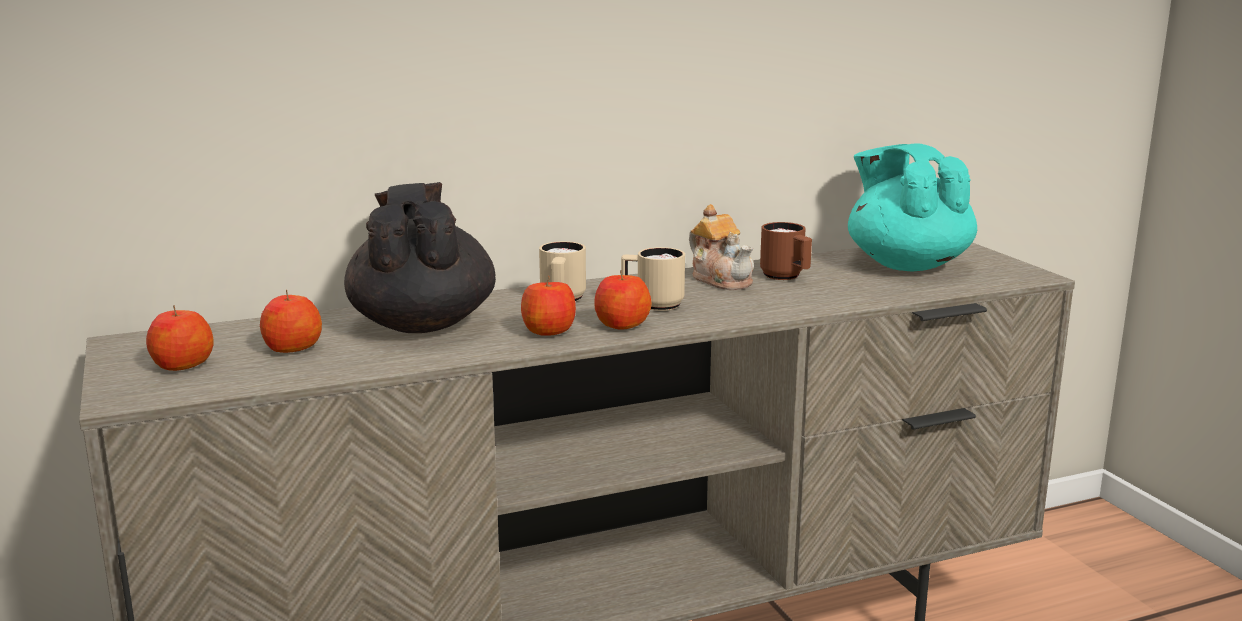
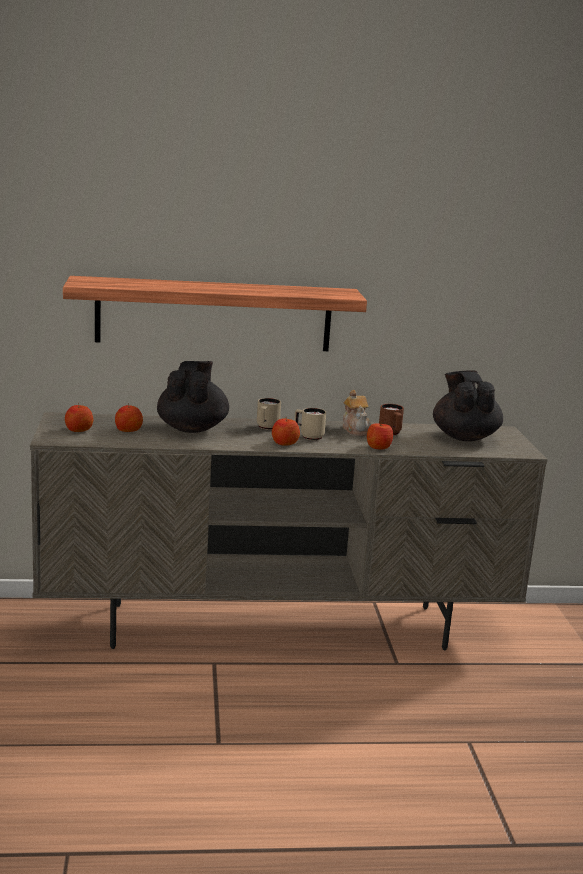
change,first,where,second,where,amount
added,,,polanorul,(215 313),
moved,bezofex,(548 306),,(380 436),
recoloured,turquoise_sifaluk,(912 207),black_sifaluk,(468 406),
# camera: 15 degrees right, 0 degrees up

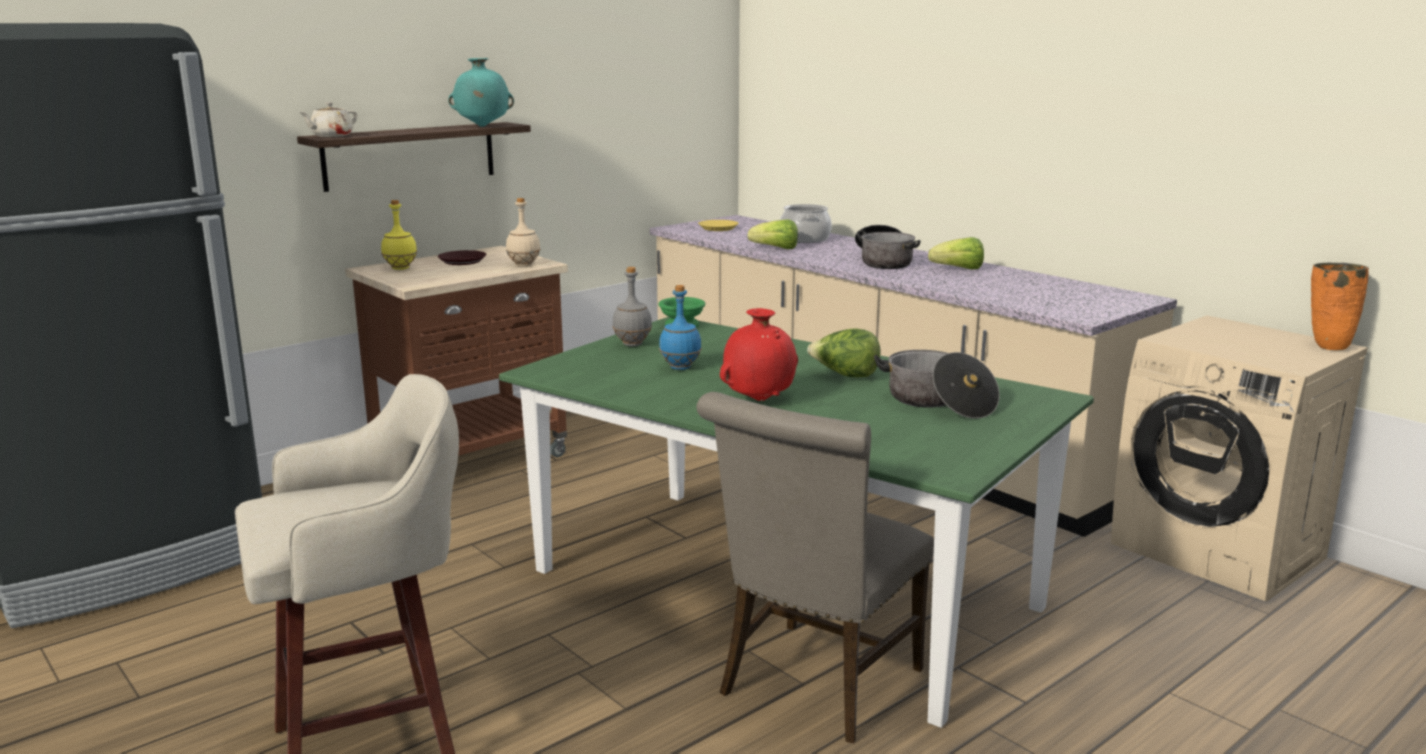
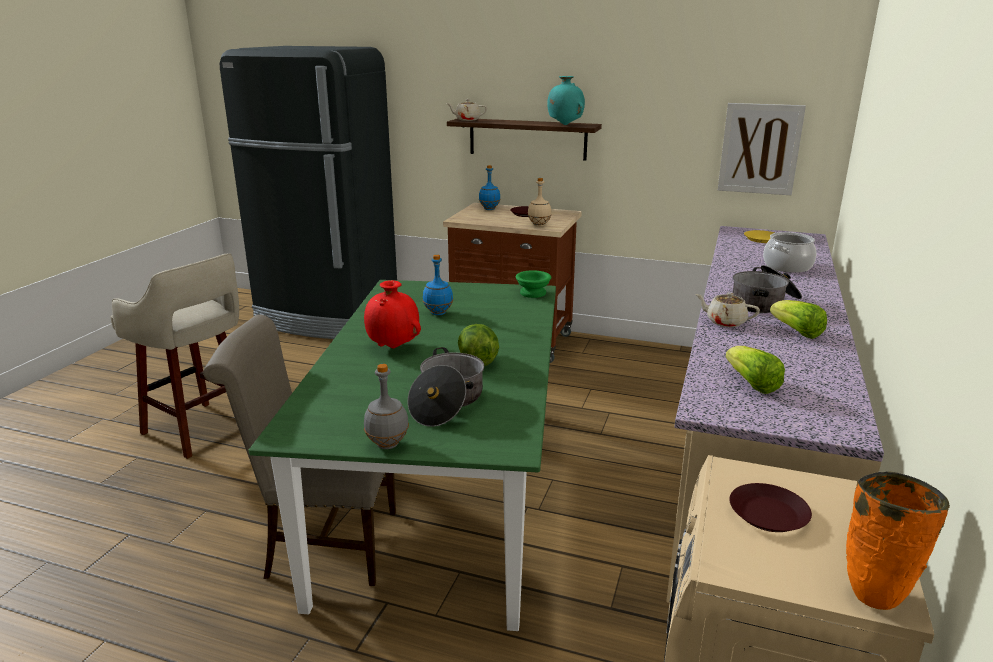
change,first,where,second,where,amount
moved,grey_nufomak,(632 306),,(386 406),
recoloured,yellow_nufomak,(399 235),blue_nufomak,(490 187),
added,,,beige_sifaluk,(727 309),
added,,,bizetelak,(762 149),
moved,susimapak,(773 234),,(755 370),
added,,,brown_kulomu,(770 507),
# camera: 60 degrees right, 5 degrees up

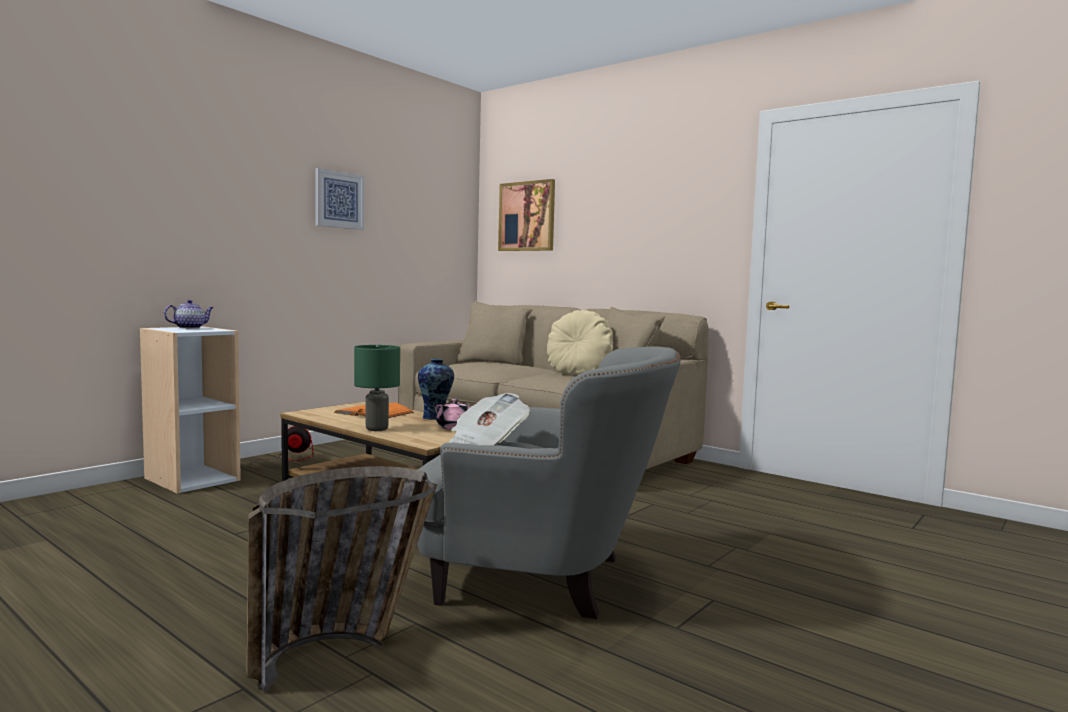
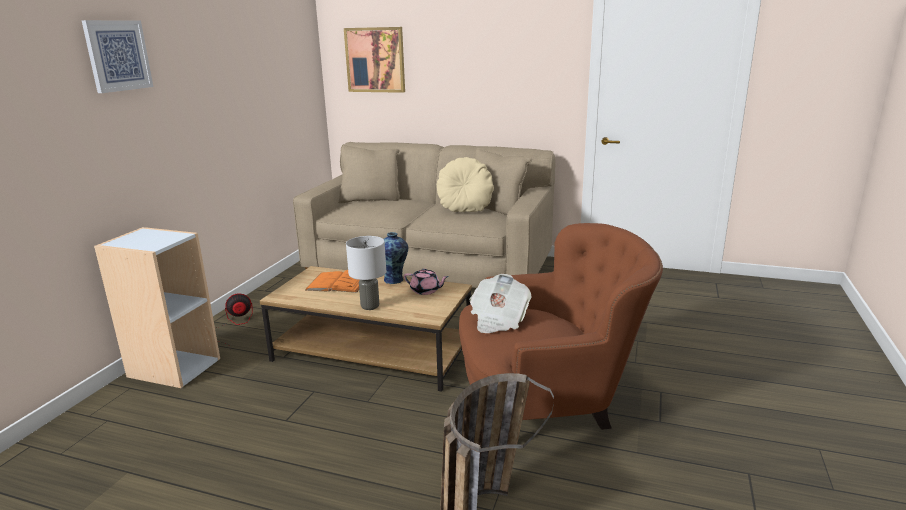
change,first,where,second,where,amount
moved,bizetelak,(339 199),,(117 56),
recoloured,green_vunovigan,(377 388),white_vunovigan,(366 273),
recoloured,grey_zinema,(549 482),brown_zinema,(561 326),
removed,sifaluk,(189 314),,,
# camera: 20 degrees left, 15 degrees up

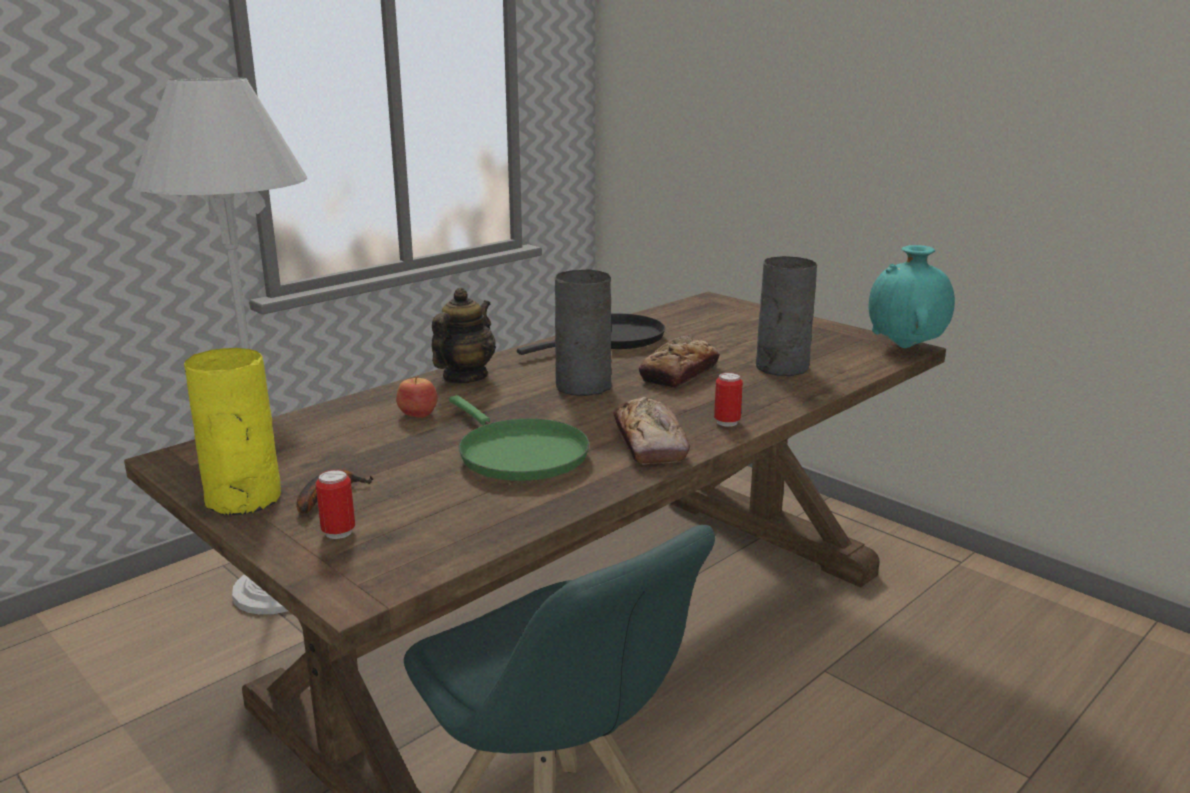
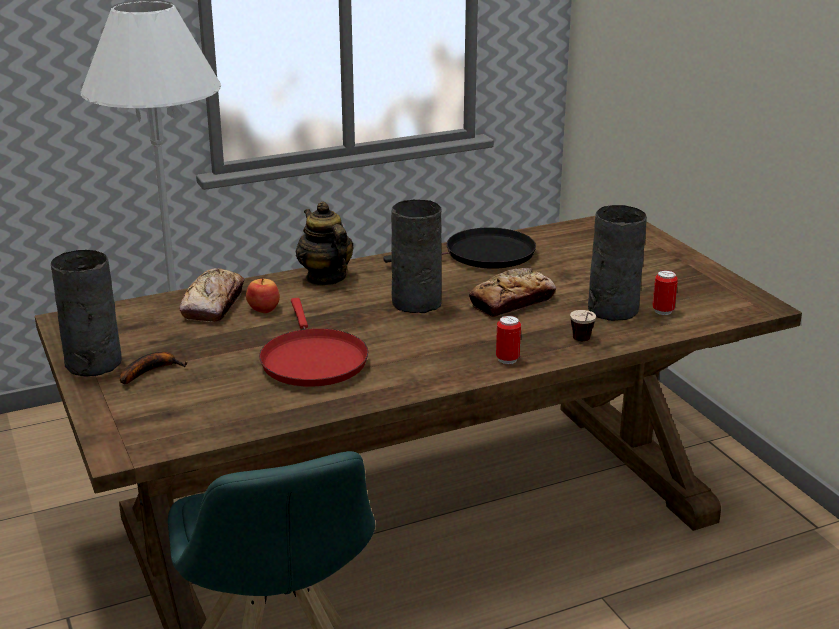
change,first,where,second,where,amount
recoloured,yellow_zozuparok,(232 431),grey_zozuparok,(86 313),
moved,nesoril,(651 431),,(211 295),
recoloured,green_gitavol,(519 438),red_gitavol,(313 342),
turned,sifaluk,(464 335),,(325 243),75 degrees counterclockwise
added,,,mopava,(583 325),
moved,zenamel,(335 504),,(665 292),
removed,turquoise_zozuparok,(912 296),,,
# camera: 20 degrees right, 5 degrees up

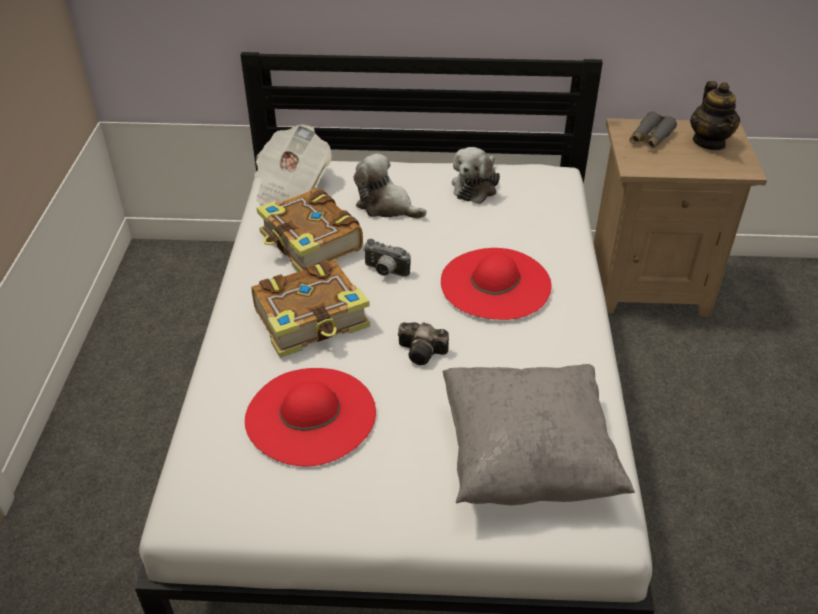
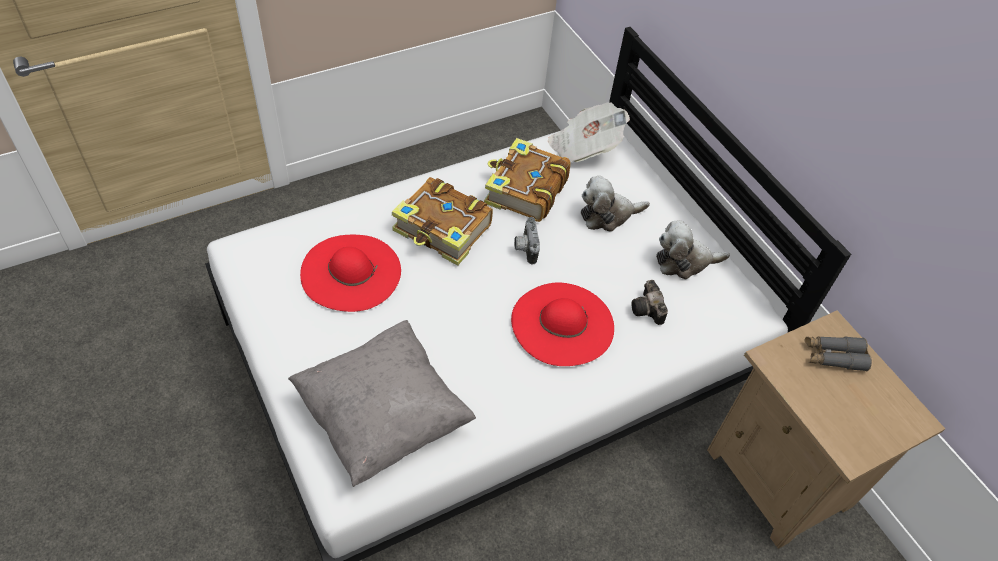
change,first,where,second,where,amount
turned,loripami,(389 186),,(615 204),105 degrees counterclockwise
moved,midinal,(423 343),,(650 302),
removed,sifaluk,(715 115),,,
# camera: 55 degrees right, 10 degrees up

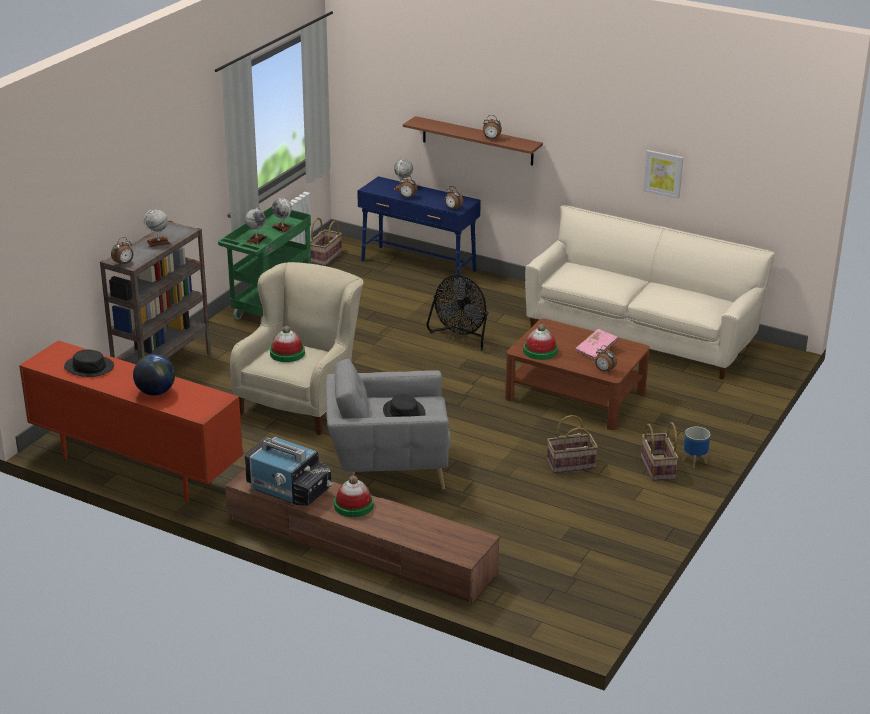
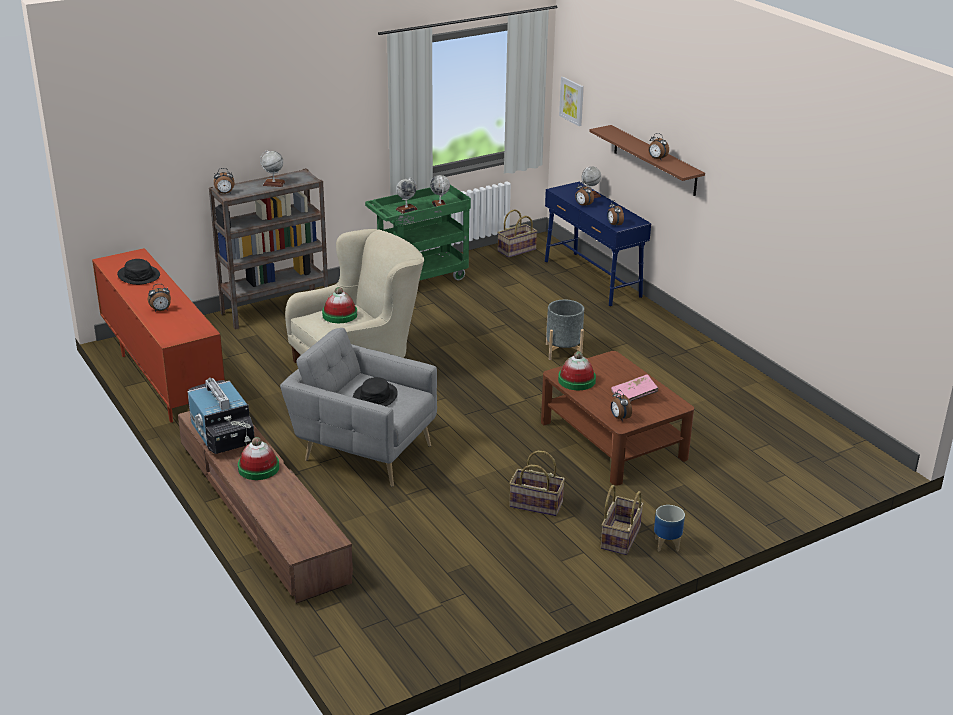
change,first,where,second,where,amount
replaced,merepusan,(154 375),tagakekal,(159 298),
replaced,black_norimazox,(458 313),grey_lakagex,(565 330),
moved,bizetelak,(663 174),,(571 101),
removed,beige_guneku,(650 292),,,
# camera: 30 degrees right, 0 degrees up

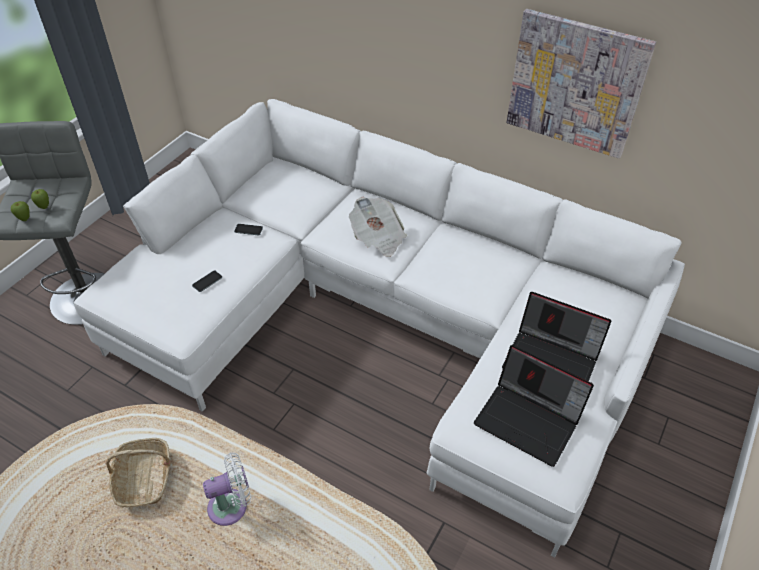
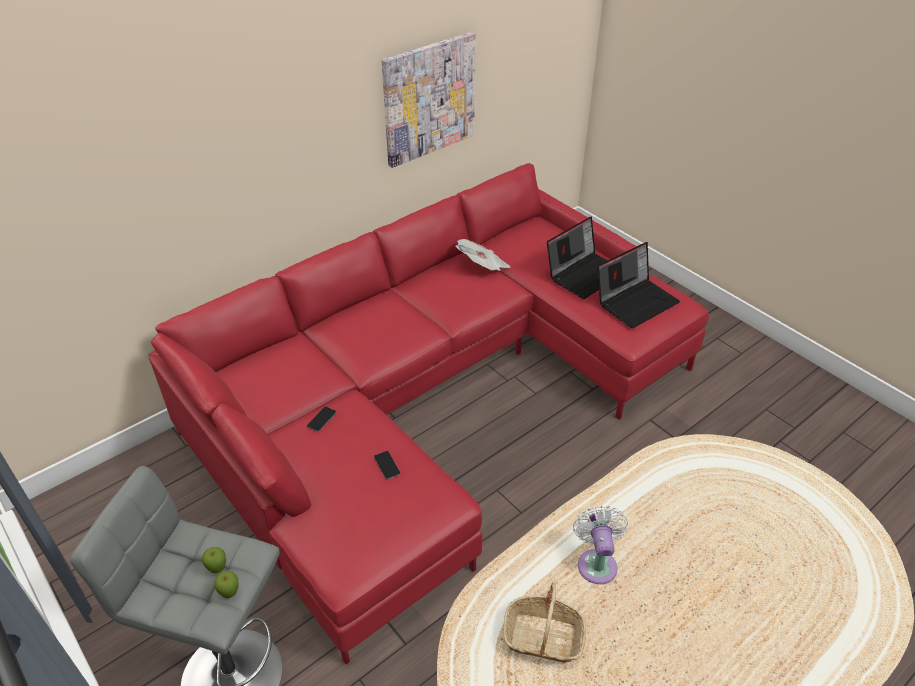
change,first,where,second,where,amount
recoloured,white_guneku,(379 328),red_guneku,(428 414),
moved,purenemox,(378 227),,(483 255),
# camera: 70 degrees left, 5 degrees down

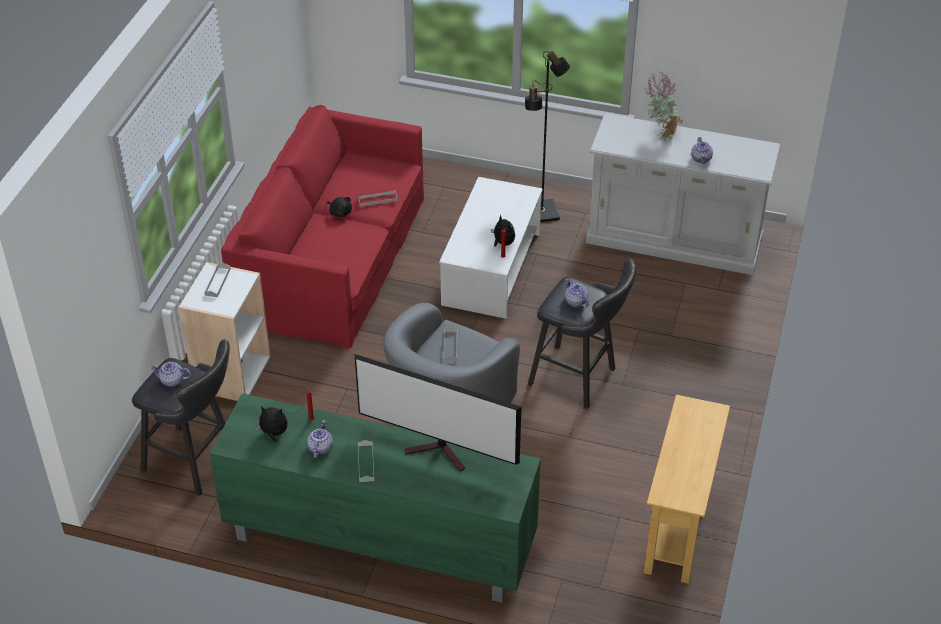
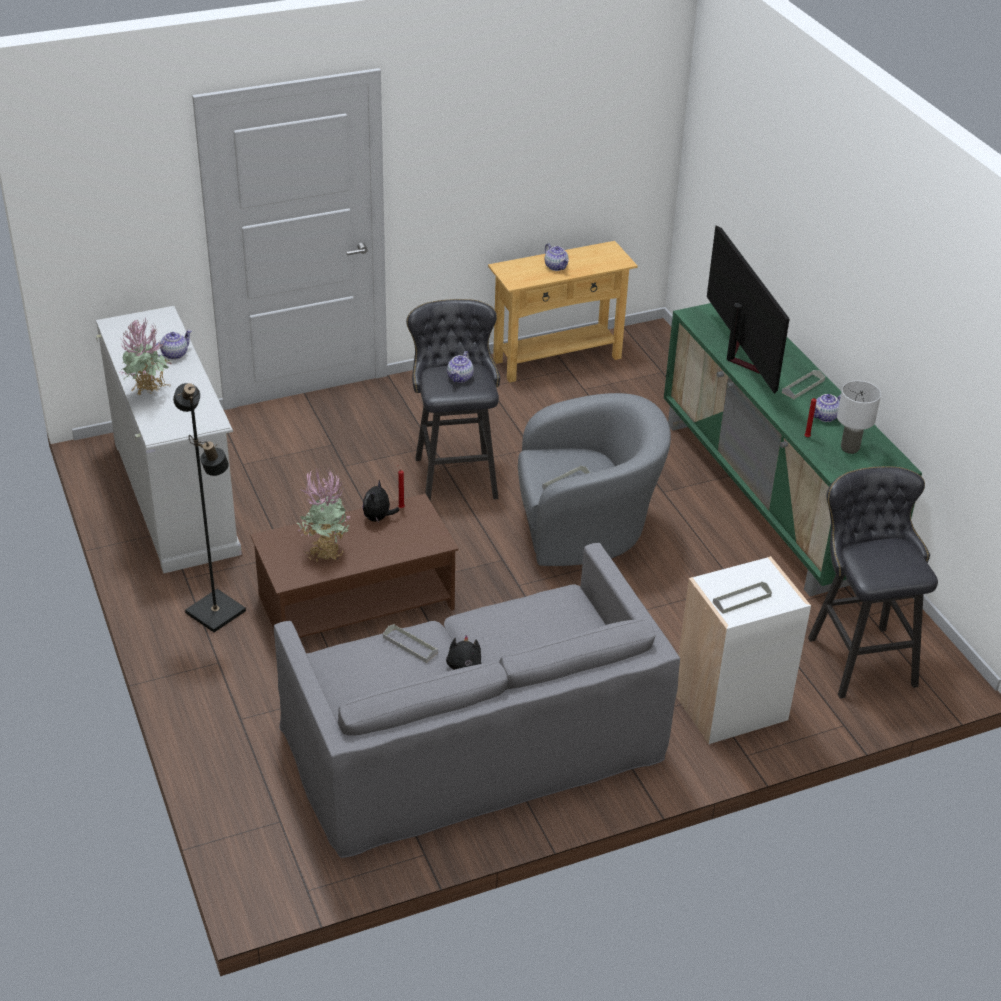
change,first,where,second,where,amount
recoloured,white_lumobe,(491 248),brown_lumobe,(354 566),
recoloured,red_guneku,(323 227),grey_guneku,(477 700),
added,,,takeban,(324 514),
moved,sifaluk,(170 374),,(557 257),
replaced,loripami,(271 424),white_vunovigan,(859 417),
# camera: 130 degrees left, 5 degrees down

